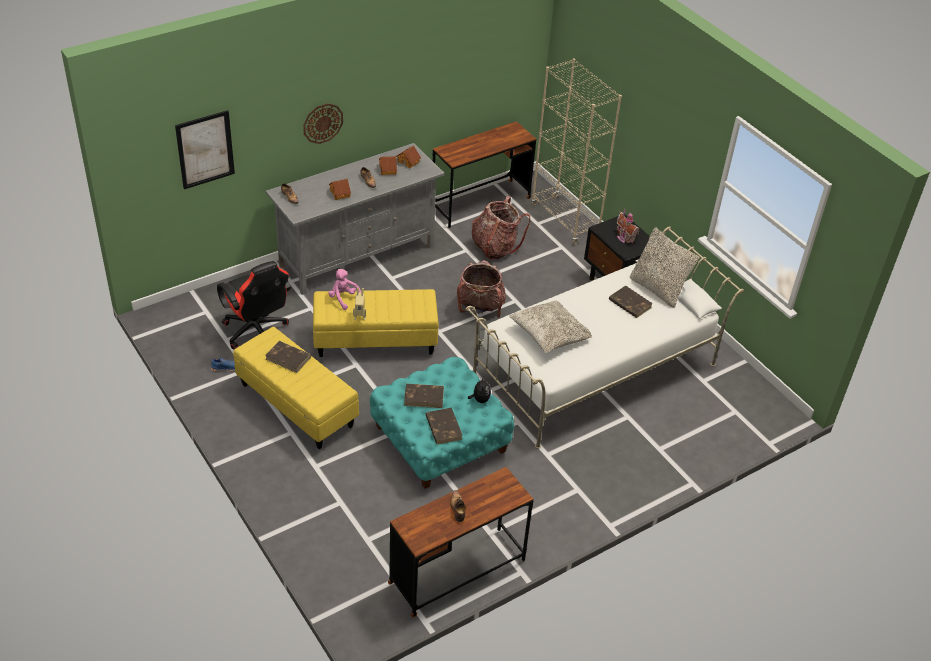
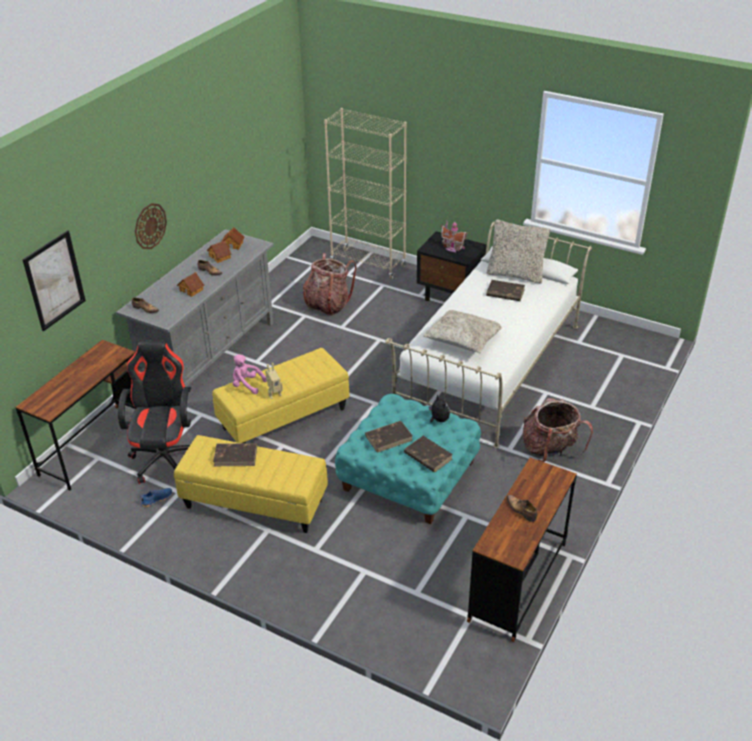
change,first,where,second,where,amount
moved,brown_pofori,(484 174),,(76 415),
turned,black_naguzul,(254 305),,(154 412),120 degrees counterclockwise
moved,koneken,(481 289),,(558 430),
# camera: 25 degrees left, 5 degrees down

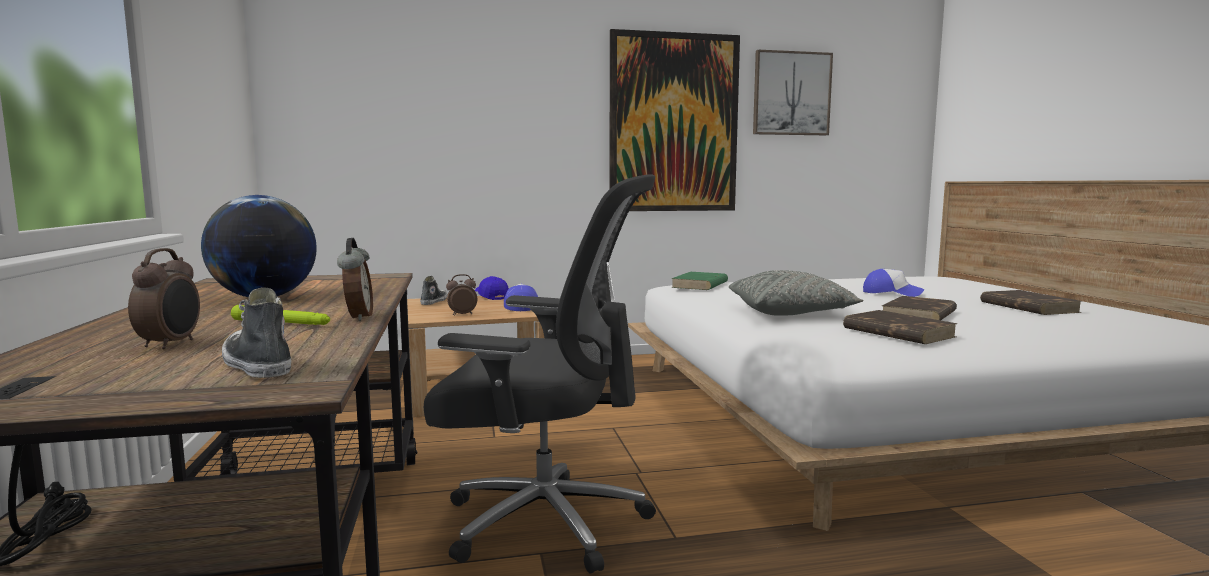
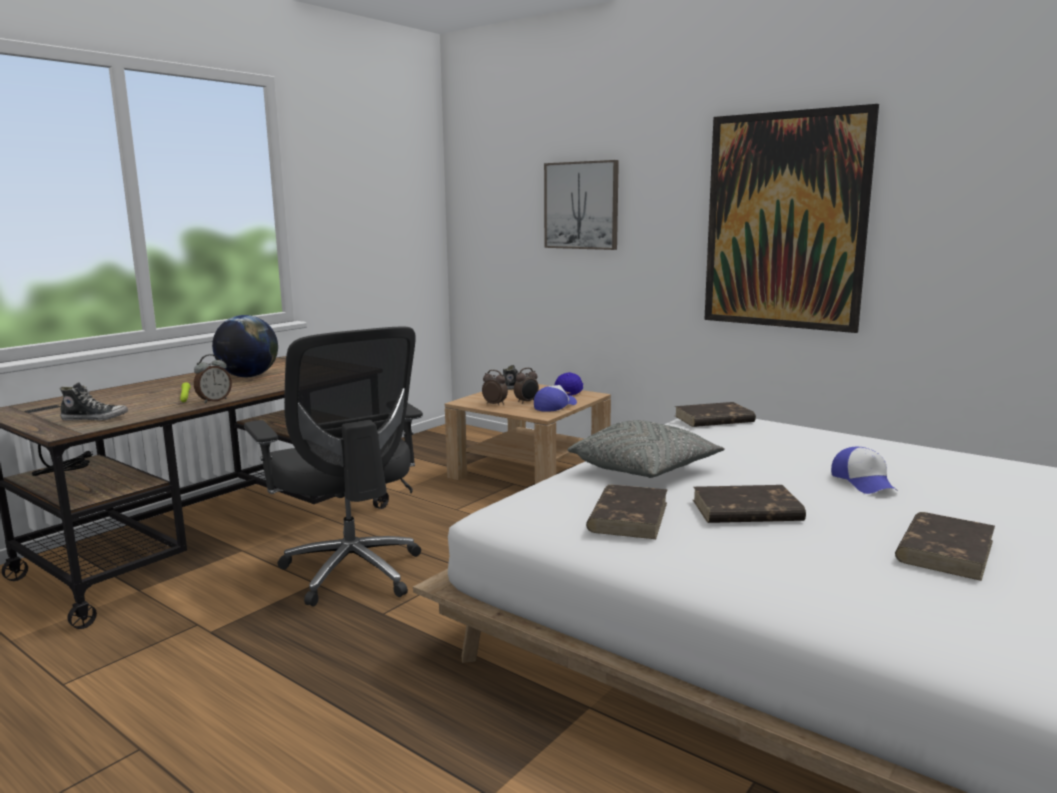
change,first,where,second,where,amount
turned,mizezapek,(256 332),,(94 401),75 degrees clockwise
moved,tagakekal,(164 298),,(526 386),
moved,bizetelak,(793 92),,(581 205),
recoloured,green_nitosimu,(699 281),brown_nitosimu,(715 414),
# camera: 50 degrees right, 5 degrees up

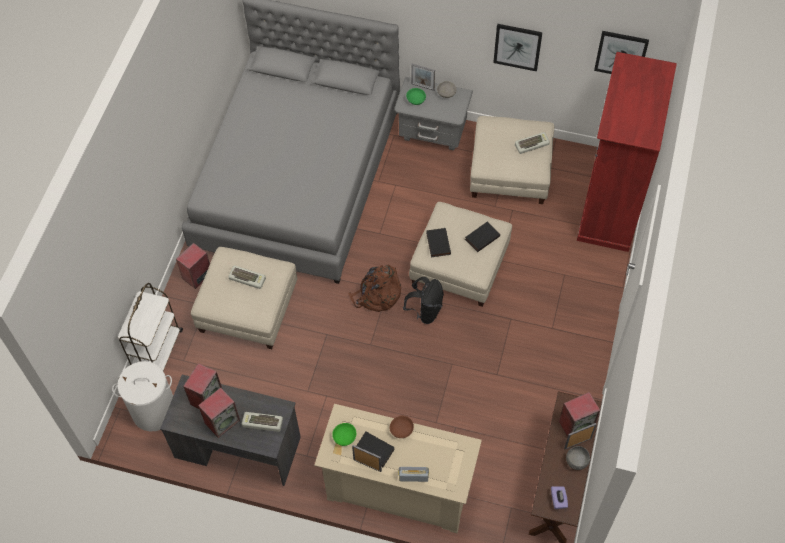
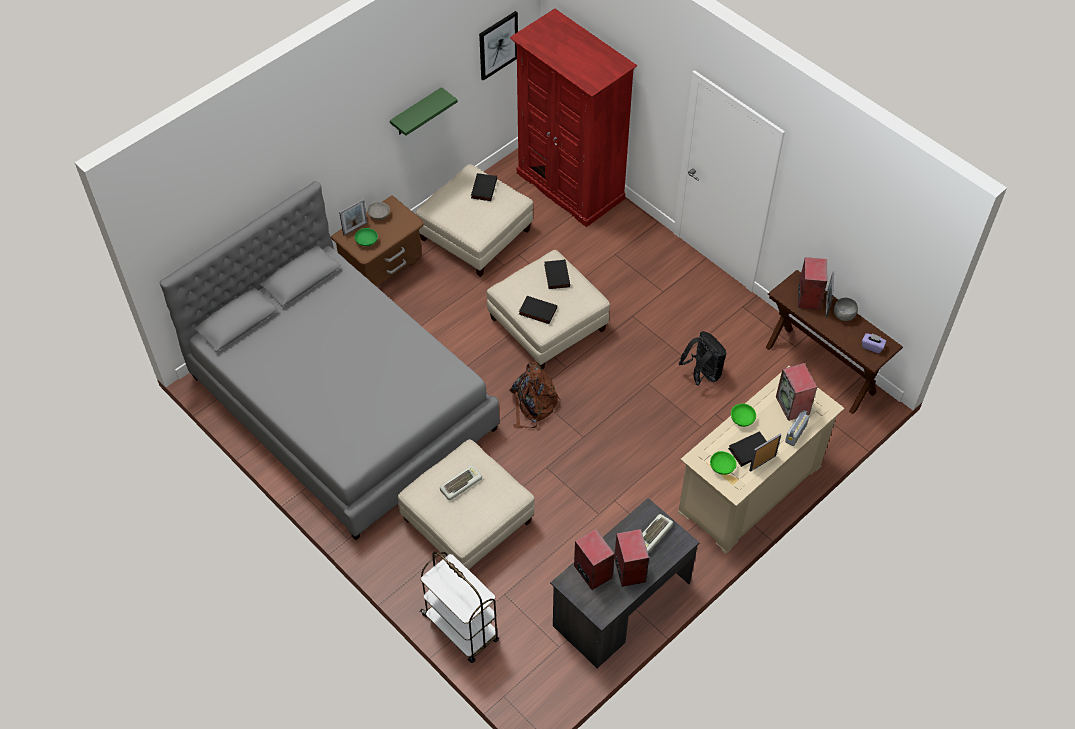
change,first,where,second,where,amount
recoloured,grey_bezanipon,(434 113),brown_bezanipon,(377 241),
replaced,bizetelak,(518 47),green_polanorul,(424 111),
replaced,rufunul,(532 143),black_nitosimu,(484 187),
moved,black_koneken,(423 300),,(703 358),
recoloured,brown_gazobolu,(402 427),green_gazobolu,(743 415),
moved,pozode,(193 266),,(796 392),
removed,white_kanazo,(142 396),,,
# camera: 60 degrees left, 5 degrees down

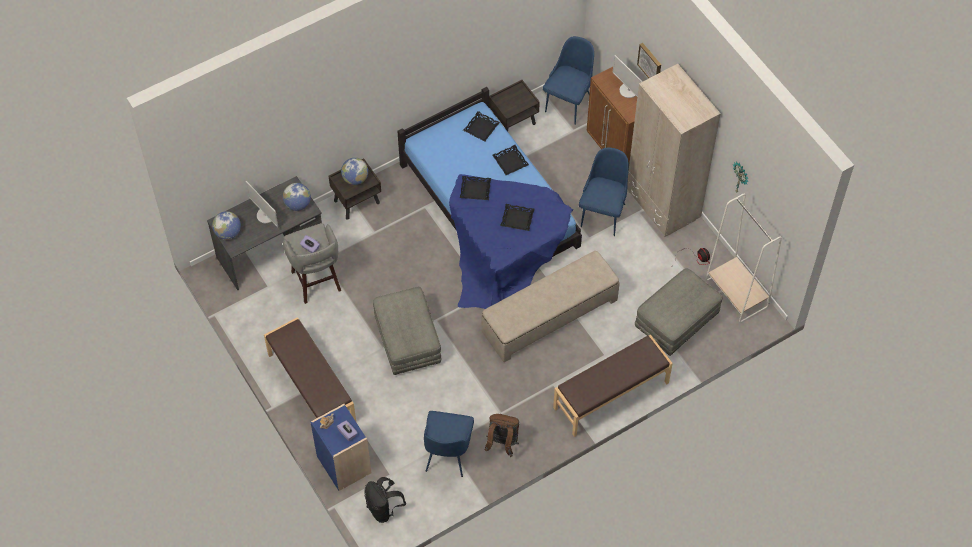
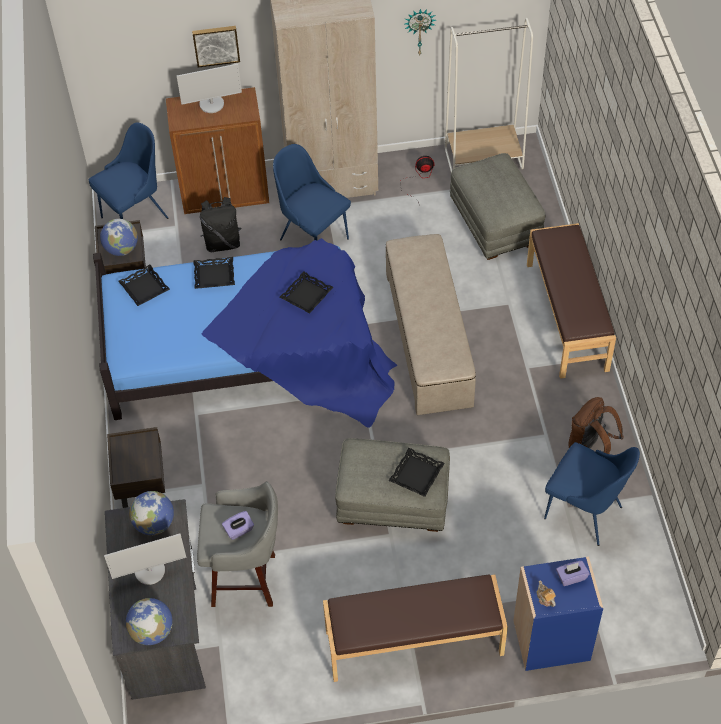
change,first,where,second,where,amount
turned,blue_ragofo,(568 80),,(128 170),90 degrees clockwise
moved,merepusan,(354 171),,(119 237),
moved,black_koneken,(385 500),,(220 224),
moved,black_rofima,(475 188),,(417 472),
# camera: 65 degrees left, 5 degrees down

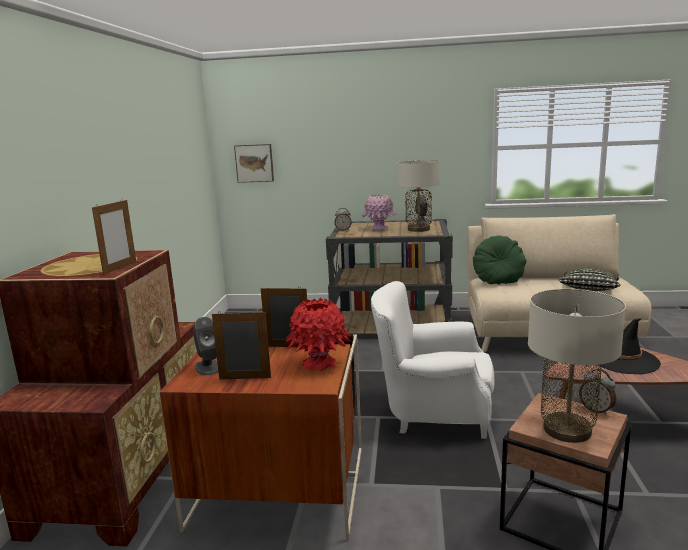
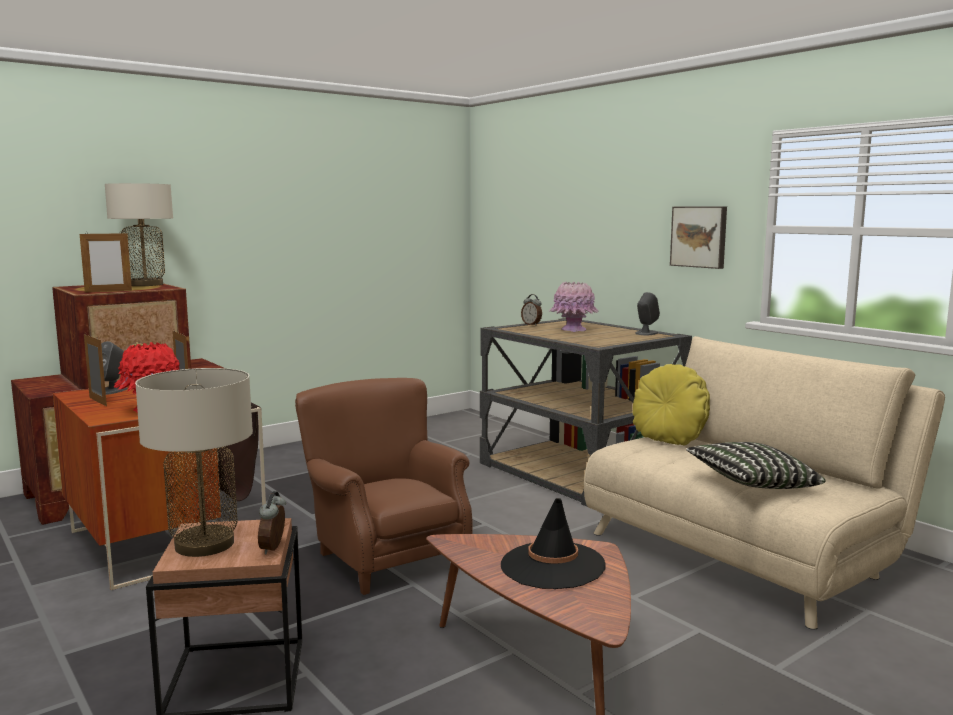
change,first,where,second,where,amount
moved,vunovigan,(418 196),,(139 234),
recoloured,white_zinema,(432 360),brown_zinema,(384 486),
recoloured,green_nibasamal,(499 259),yellow_nibasamal,(671 404),
moved,bizetelak,(254 163),,(698 237),
# camera: 45 degrees right, 5 degrees down

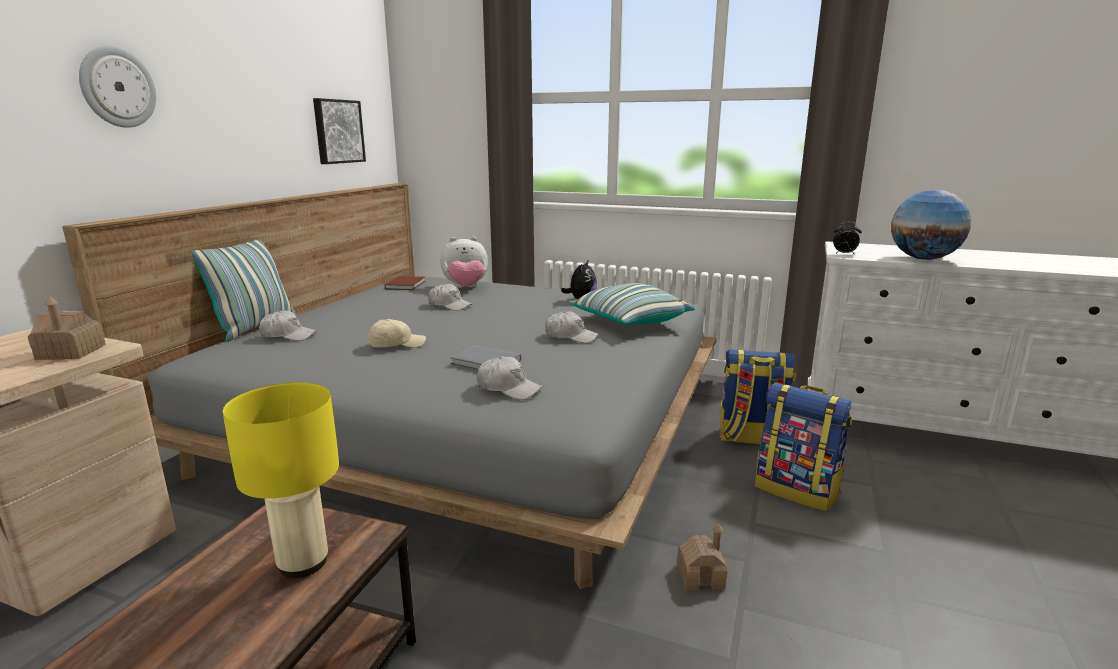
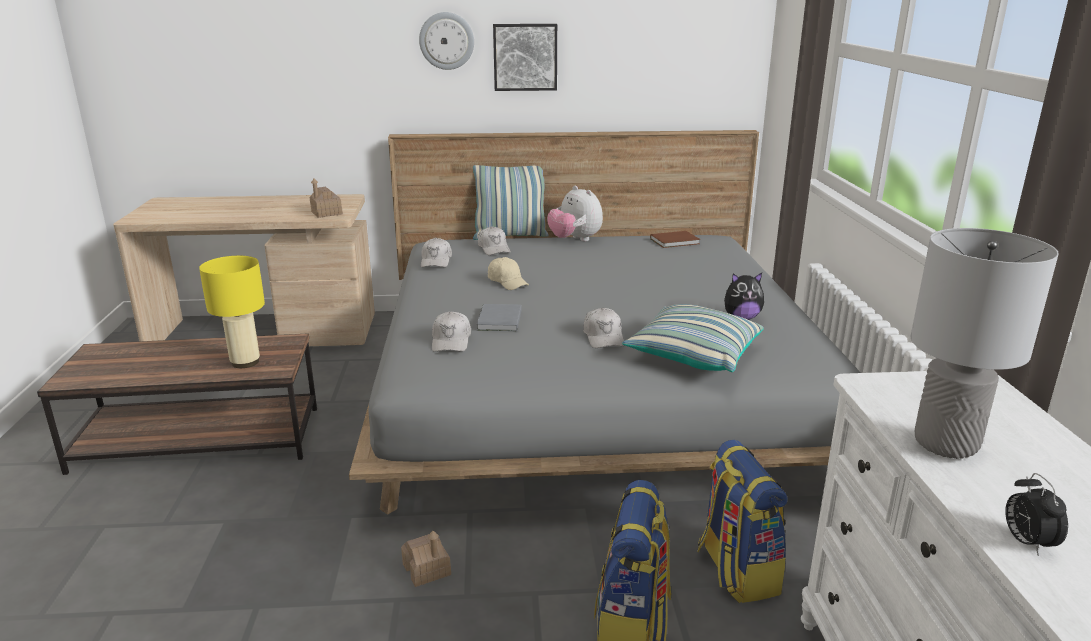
change,first,where,second,where,amount
moved,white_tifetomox,(450 297),,(436 252),
moved,bizetelak,(339 131),,(525 57),
moved,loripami,(464 262),,(575 213),
replaced,merepusan,(931 225),grey_vunovigan,(985 343),
moved,tagakekal,(847 238),,(1036 514),
# camera: 65 degrees right, 5 degrees up

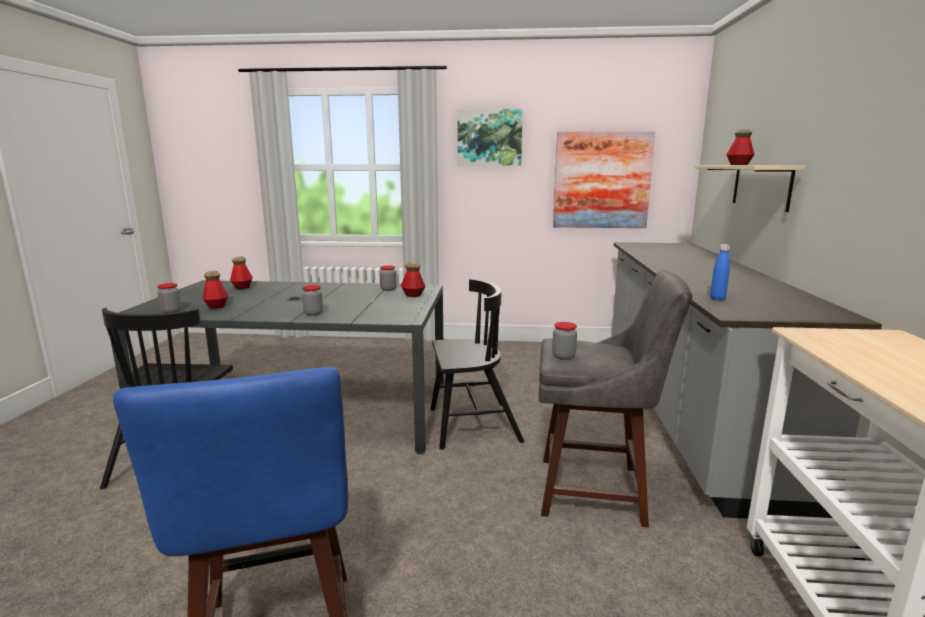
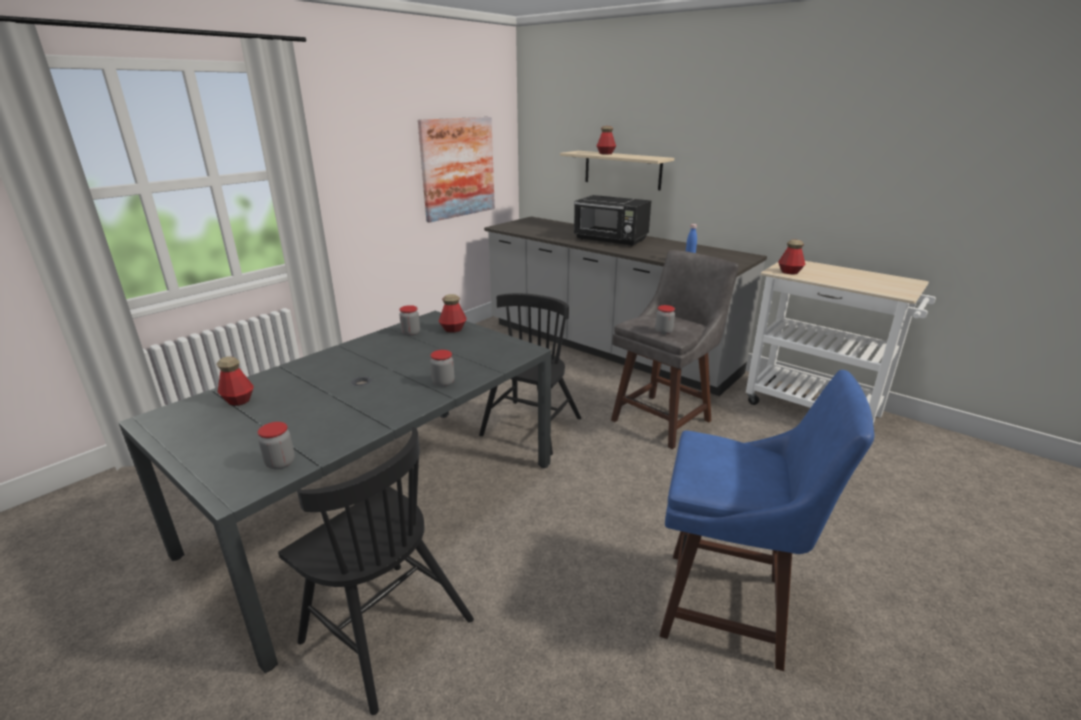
change,first,where,second,where,amount
added,,,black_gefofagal,(612 220),
moved,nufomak,(215 290),,(792 257),
removed,bizetelak,(490 138),,,
# camera: 55 degrees left, 10 degrees up

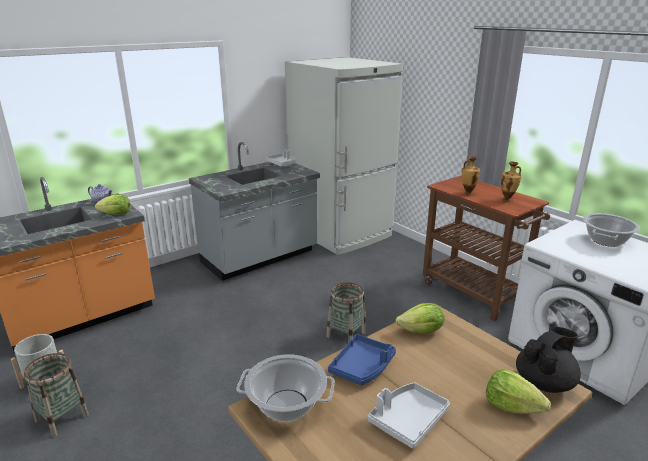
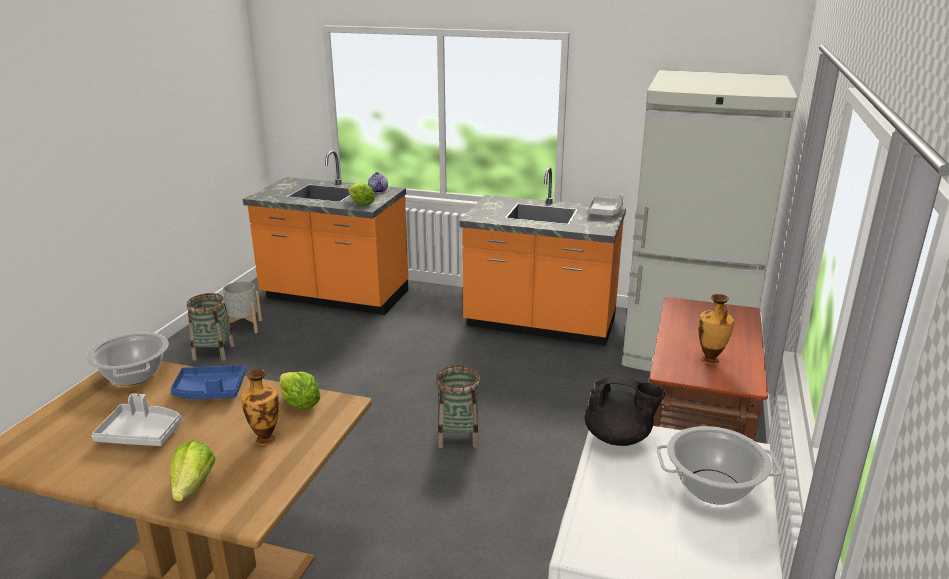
change,first,where,second,where,amount
moved,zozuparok,(470 175),,(260 407),
recoloured,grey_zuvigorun,(254 211),orange_zuvigorun,(542 256),
moved,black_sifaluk,(548 360),,(624 410),
# camera: 55 degrees right, 0 degrees up

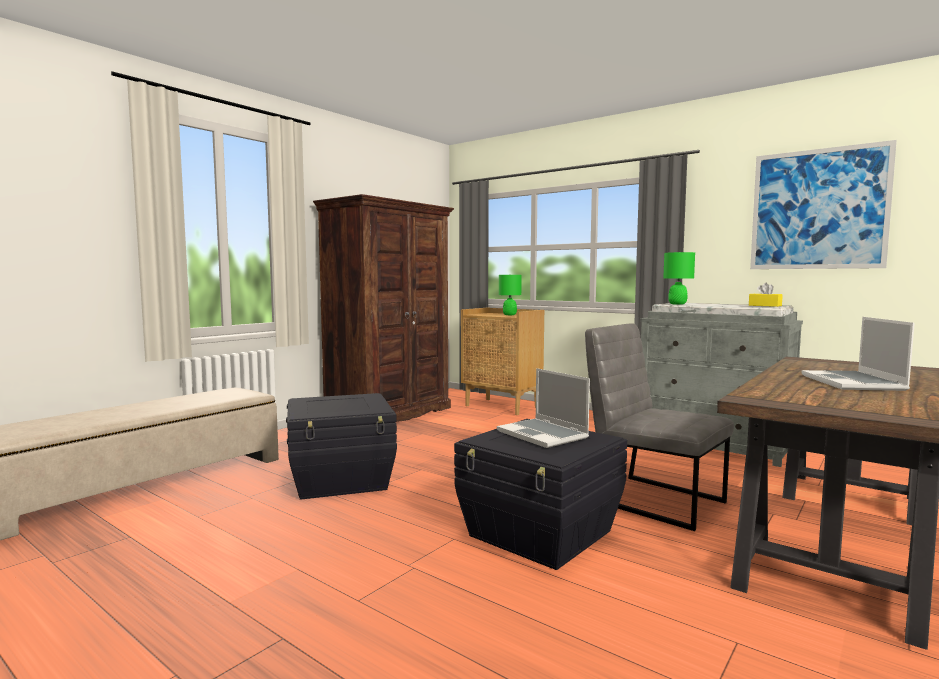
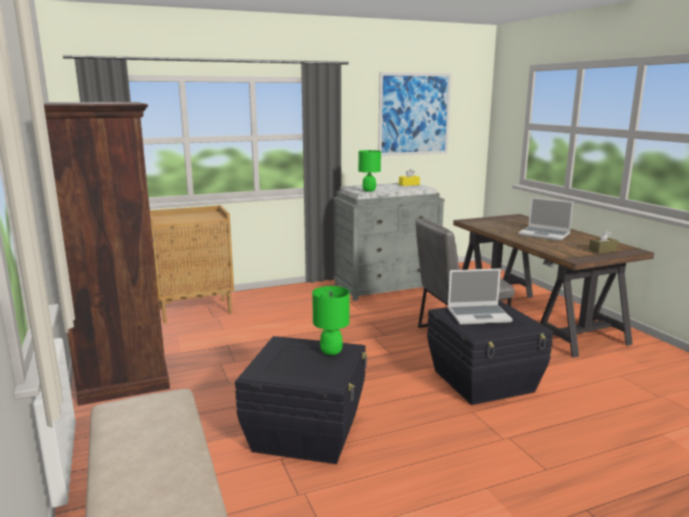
change,first,where,second,where,amount
moved,green_vunovigan,(510 294),,(331 320),
added,,,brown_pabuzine,(603 241),
# camera: 60 degrees left, 10 degrees up

